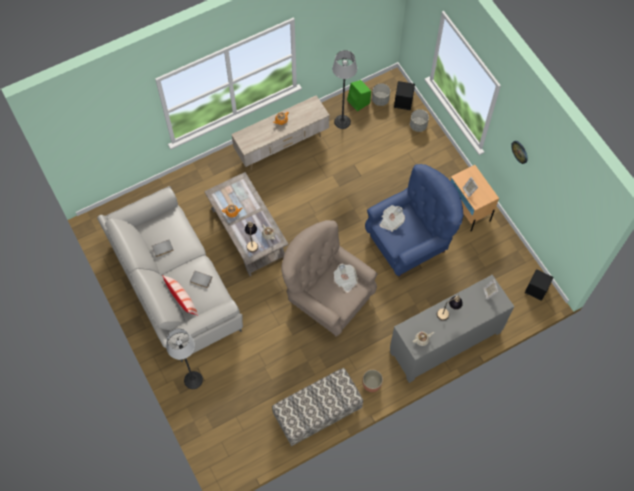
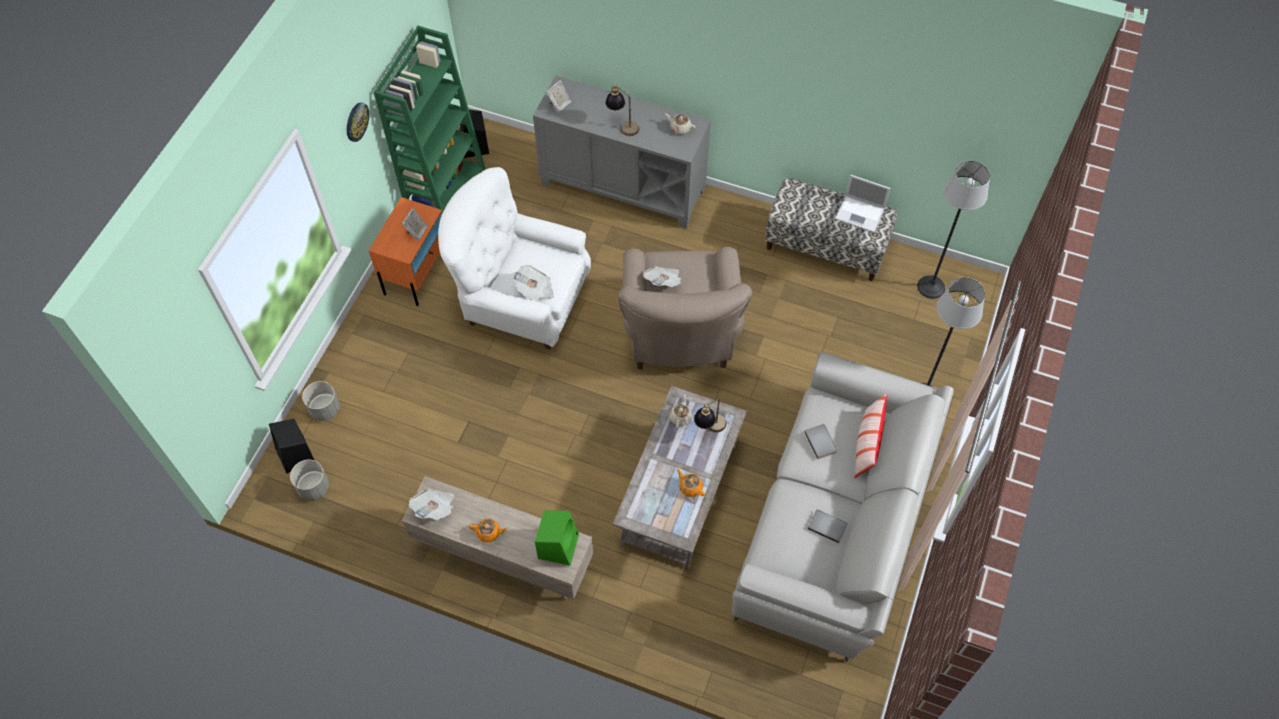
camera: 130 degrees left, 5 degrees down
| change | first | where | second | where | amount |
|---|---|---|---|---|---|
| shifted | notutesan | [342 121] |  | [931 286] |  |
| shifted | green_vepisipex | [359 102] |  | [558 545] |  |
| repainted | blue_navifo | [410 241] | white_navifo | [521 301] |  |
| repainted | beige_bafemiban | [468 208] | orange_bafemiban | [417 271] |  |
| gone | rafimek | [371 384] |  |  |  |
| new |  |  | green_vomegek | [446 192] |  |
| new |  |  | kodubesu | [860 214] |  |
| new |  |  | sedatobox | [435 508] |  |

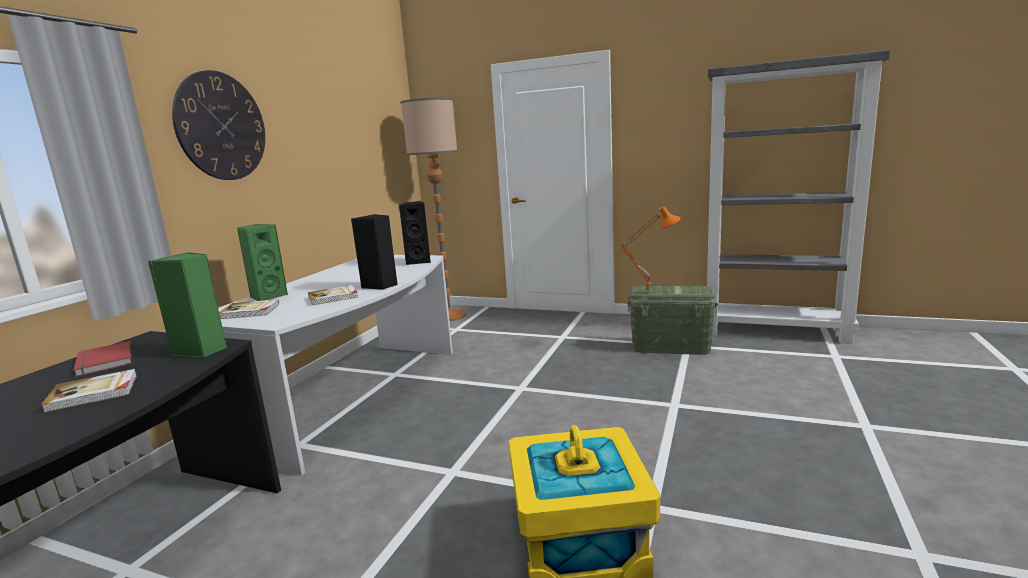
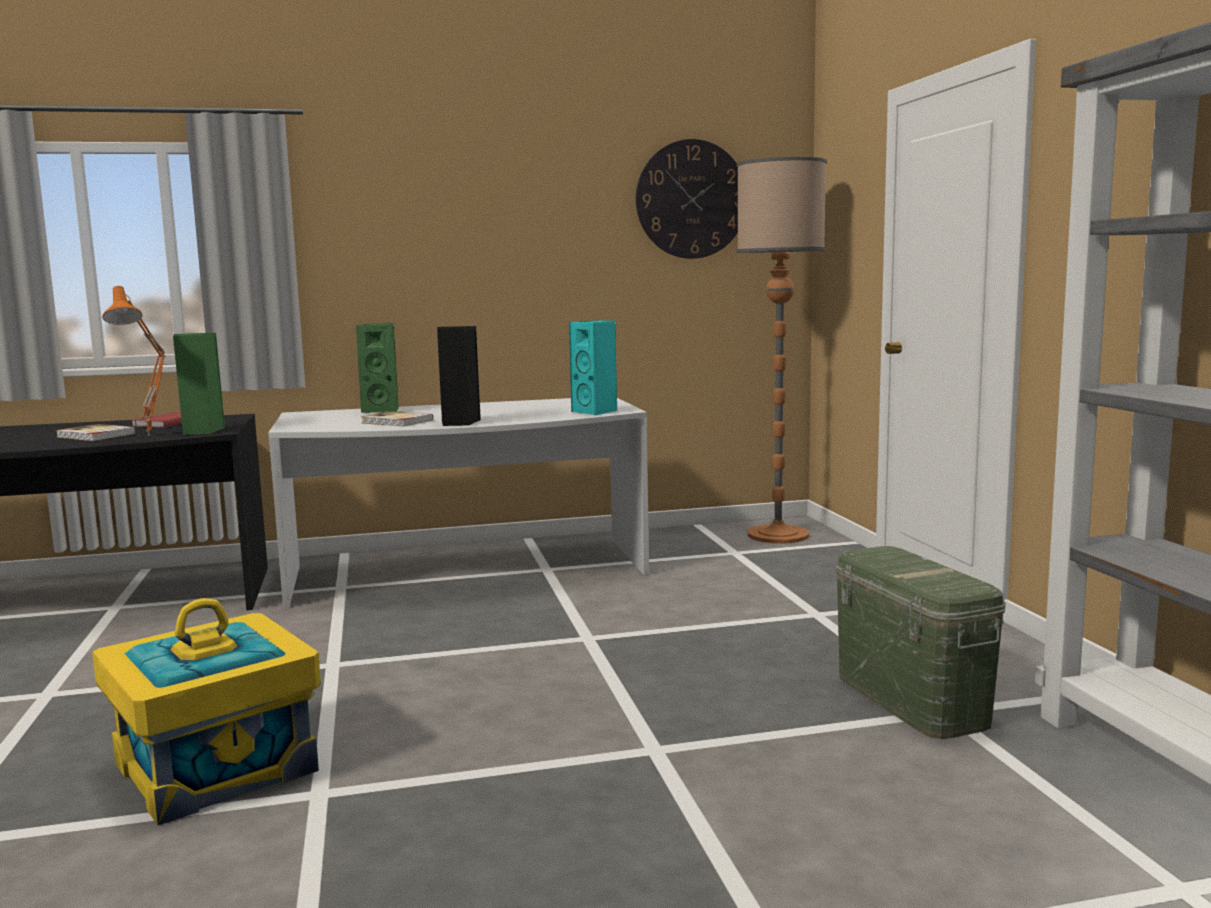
camera: 55 degrees right, 5 degrees down
| change | first | where | second | where | amount |
|---|---|---|---|---|---|
| shifted | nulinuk | [221 126] |  | [691 199] |  |
| repainted | black_vepisipex | [419 261] | turquoise_vepisipex | [596 411] |  |
| shifted | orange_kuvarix | [649 292] |  | [152 435] |  |
| gone | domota | [250 311] |  |  |  |

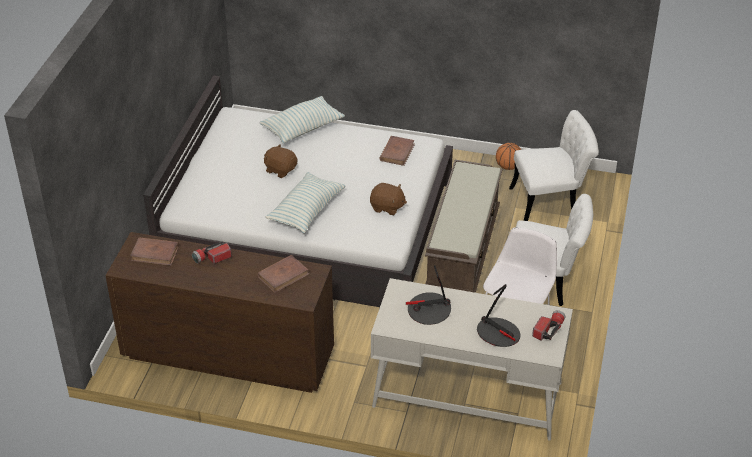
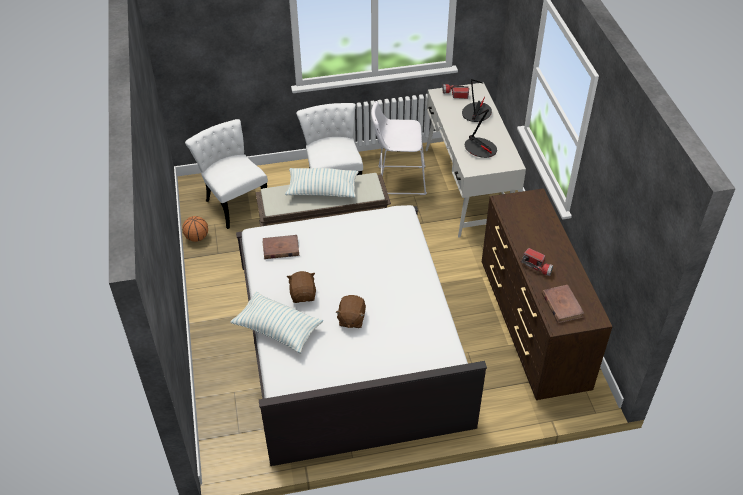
camera: 115 degrees left, 5 degrees up
| change | first | where | second | where | amount |
|---|---|---|---|---|---|
| shifted | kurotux | [306 210] |  | [322 190] |  |
| shifted | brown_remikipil | [387 207] |  | [303 294] |  |
| gone | brown_domota | [283 275] |  |  |  |

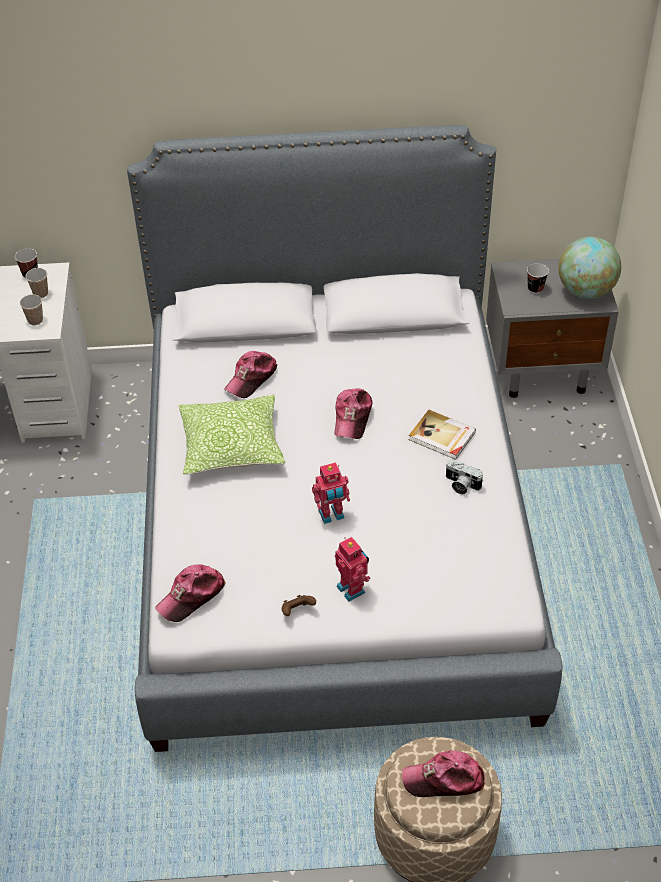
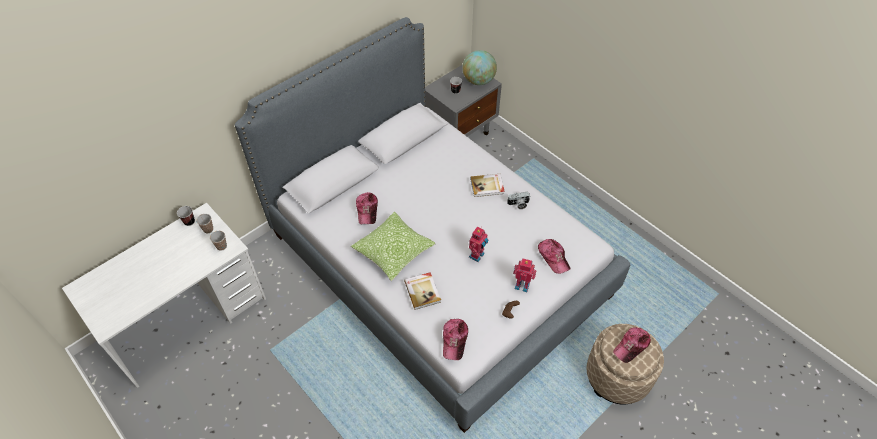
camera: 40 degrees left, 5 degrees up
| change | first | where | second | where | amount |
|---|---|---|---|---|---|
| shifted | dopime | [352 417] |  | [553 257] |  |
| new |  |  | domota | [423 291] |  |

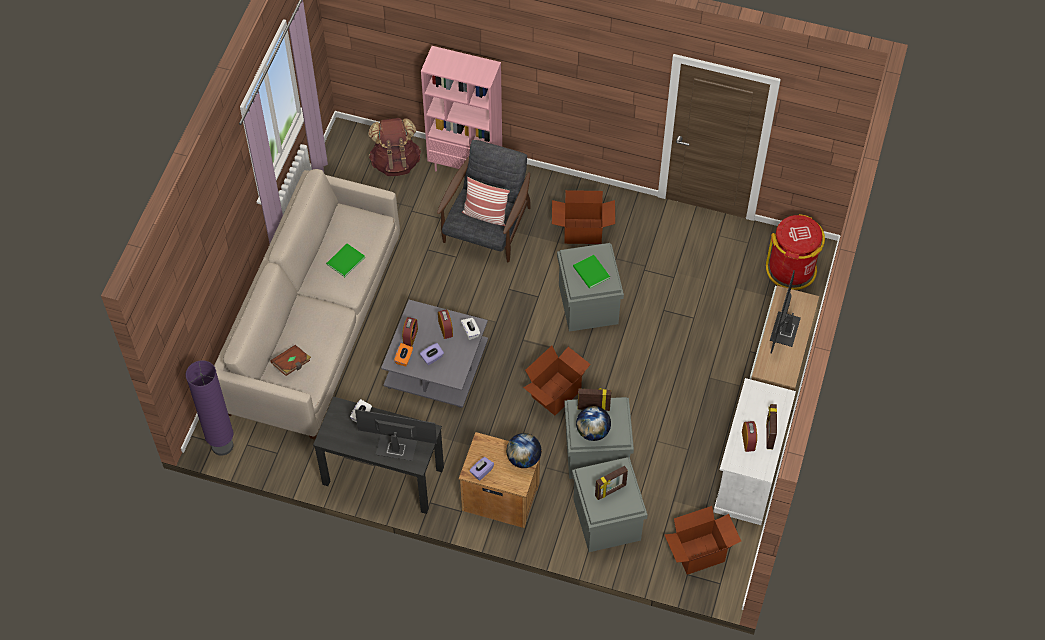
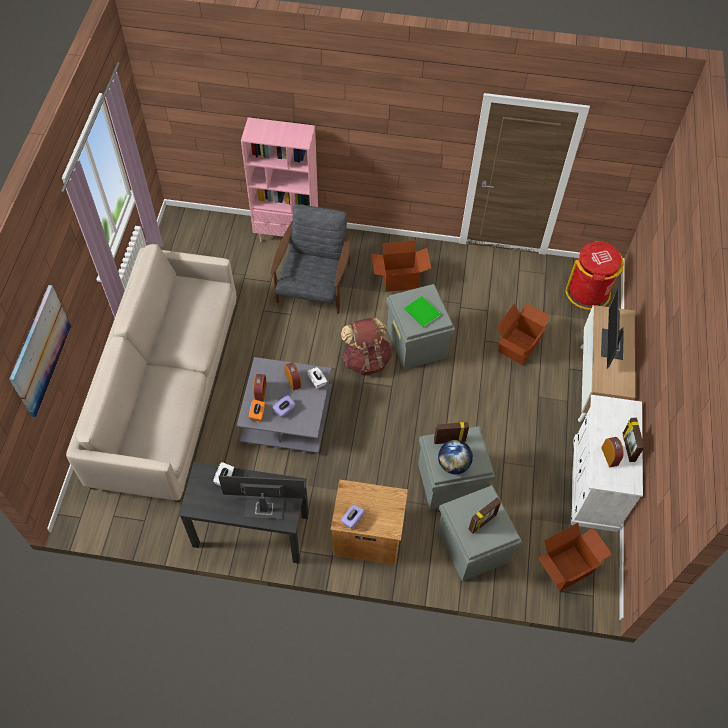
camera: 10 degrees left, 0 degrees up
| change | first | where | second | where | amount |
|---|---|---|---|---|---|
| shifted | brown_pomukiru | [395 162] |  | [366 359] |  |
| gone | kurotux | [485 215] |  |  |  |
| gone | green_domota | [344 261] |  |  |  |
| gone | brown_domota | [292 364] |  |  |  |
| shifted | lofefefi | [555 393] |  | [518 346] |  |
| gone | purple_notutesan | [222 445] |  |  |  |
| gone | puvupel | [524 458] |  |  |  |
| new |  |  | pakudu | [39 350] |  |

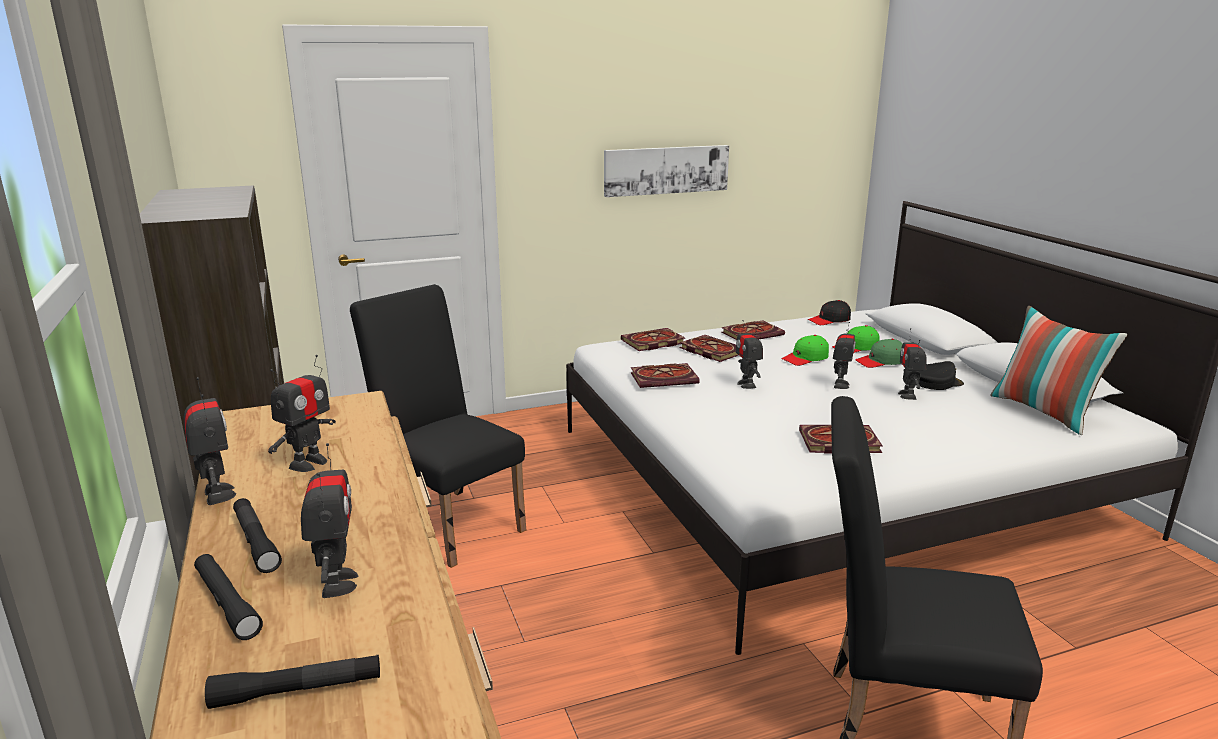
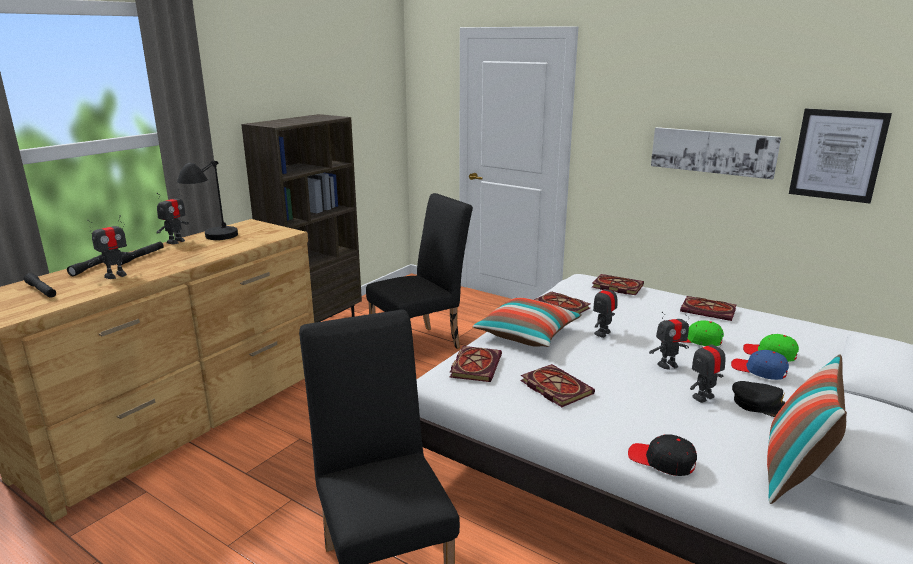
camera: 55 degrees right, 0 degrees up
| change | first | where | second | where | amount |
|---|---|---|---|---|---|
| rotated | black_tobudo | [450 521] |  | [421 345] | 45 degrees clockwise |
| shifted | black_dopime | [829 320] |  | [661 461] |  |
| shifted | domota | [710 350] |  | [475 365] |  |
| repainted | green_dopime | [880 361] | blue_dopime | [759 370] |  |
| swapped | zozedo | [308 463] | black_kuvarix | [214 244] |  |
| new |  |  | pakudu | [837 155] |  |
| new |  |  | kurotux | [527 334] |  |

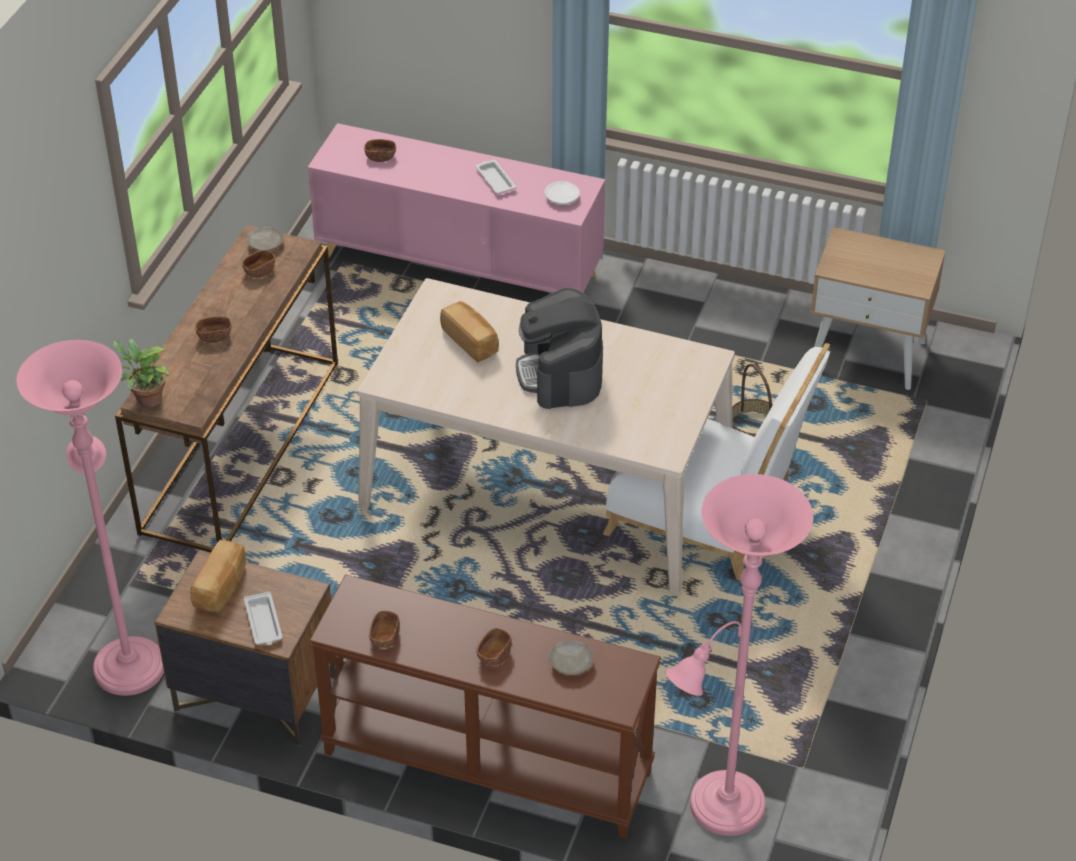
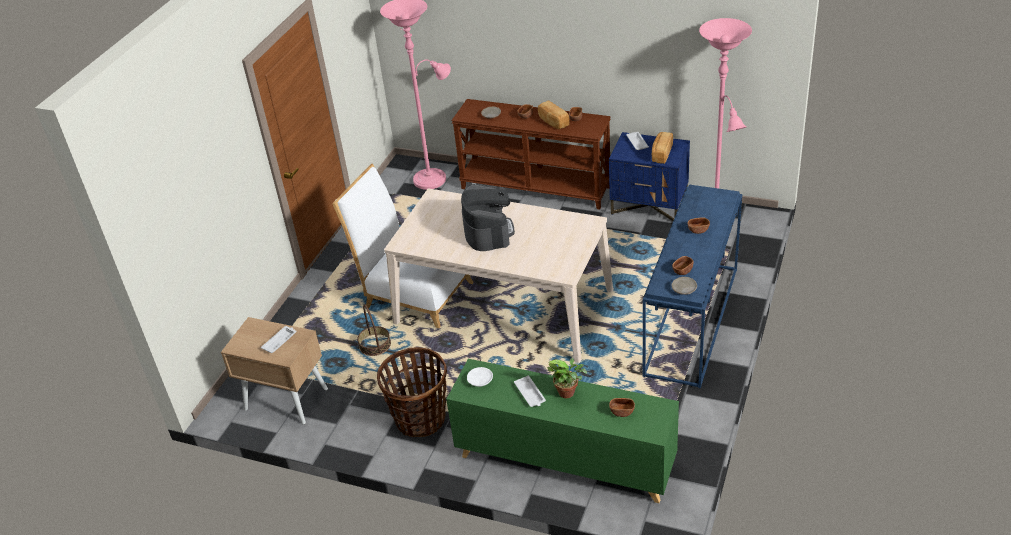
camera: 175 degrees left, 5 degrees down
| change | first | where | second | where | amount |
|---|---|---|---|---|---|
| repainted | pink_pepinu | [459 265] | green_pepinu | [564 460] |  |
| repainted | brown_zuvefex | [240 444] | blue_zuvefex | [693 322] |  |
| shifted | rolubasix | [471 341] |  | [553 122] |  |
| shifted | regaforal | [146 399] |  | [568 392] |  |
| repainted | brown_bafemiban | [254 693] | blue_bafemiban | [649 206] |  |
| new |  |  | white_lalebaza | [280 341] |  |
| new |  |  | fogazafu | [420 419] |  |

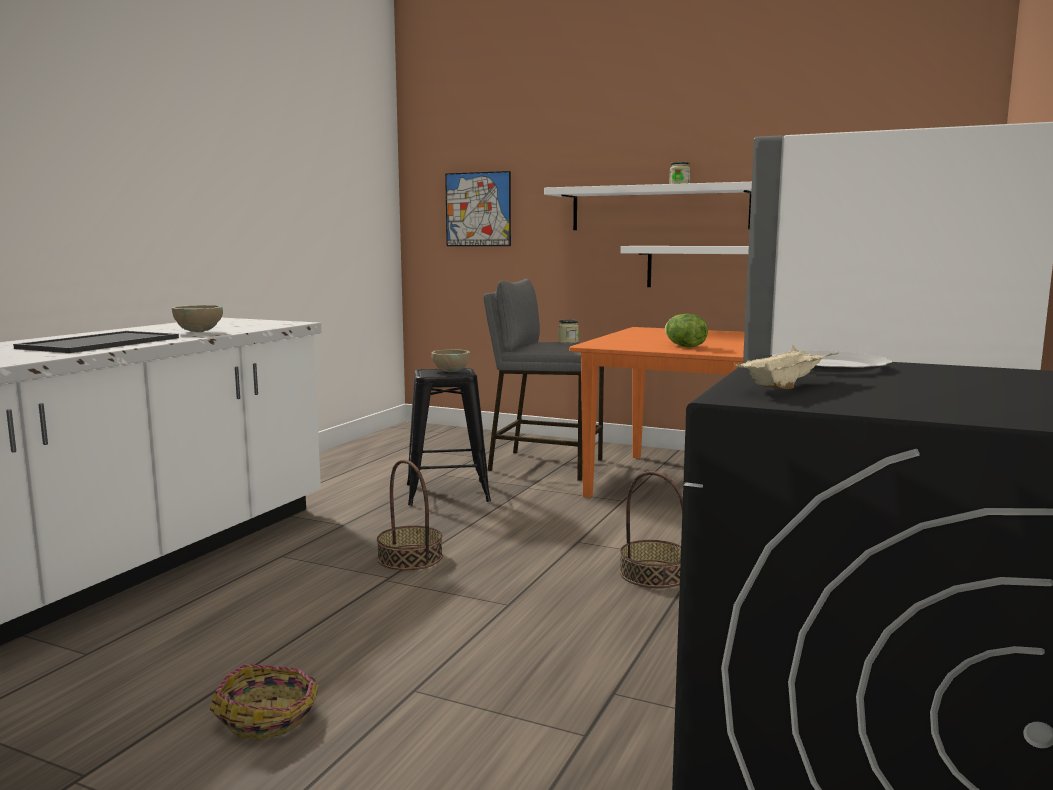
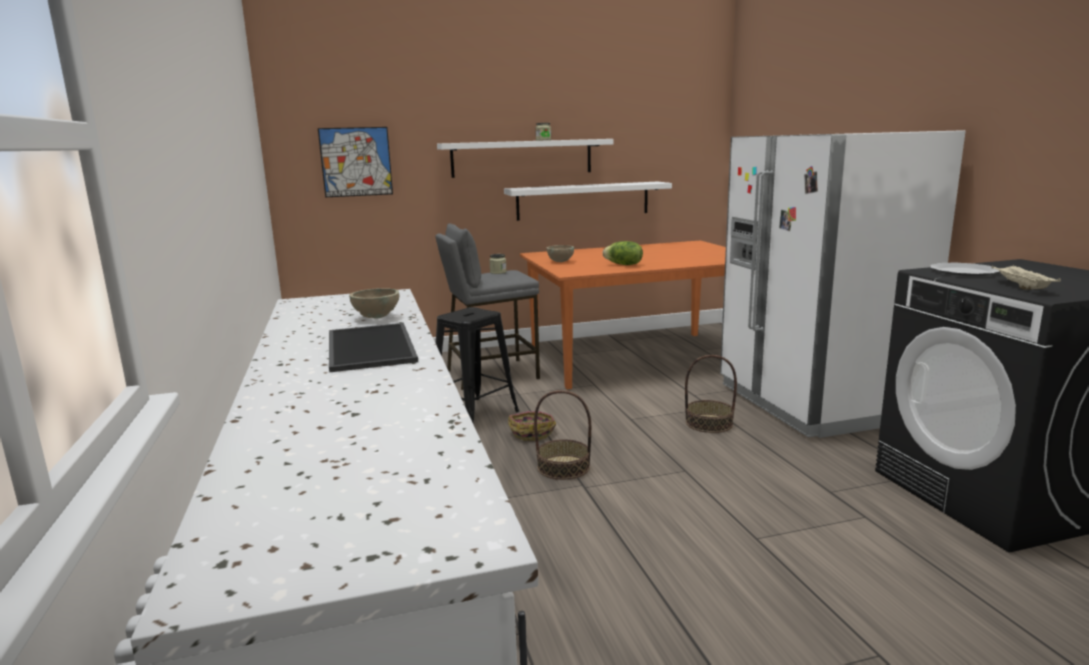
camera: 40 degrees left, 5 degrees up
| change | first | where | second | where | amount |
|---|---|---|---|---|---|
| shifted | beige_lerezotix | [450 372] |  | [560 262] |  |
| shifted | fogazafu | [269 716] |  | [532 432] |  |

